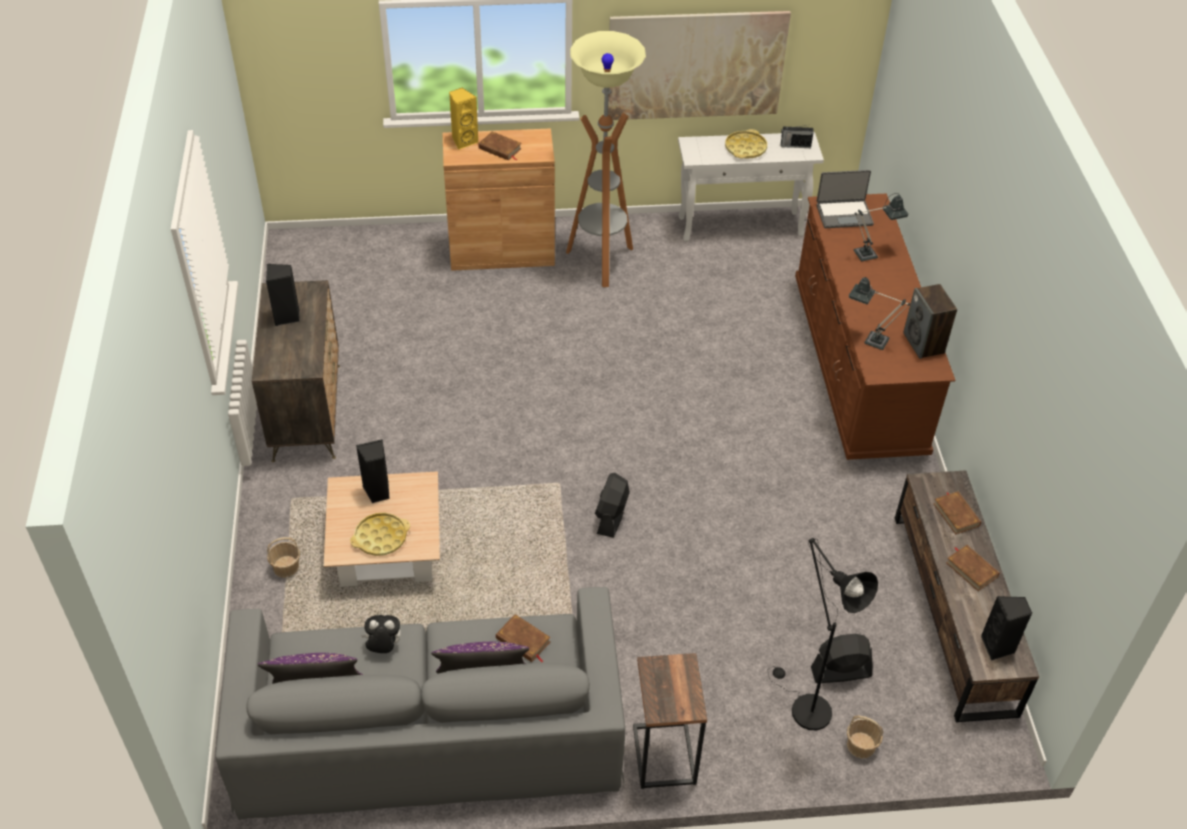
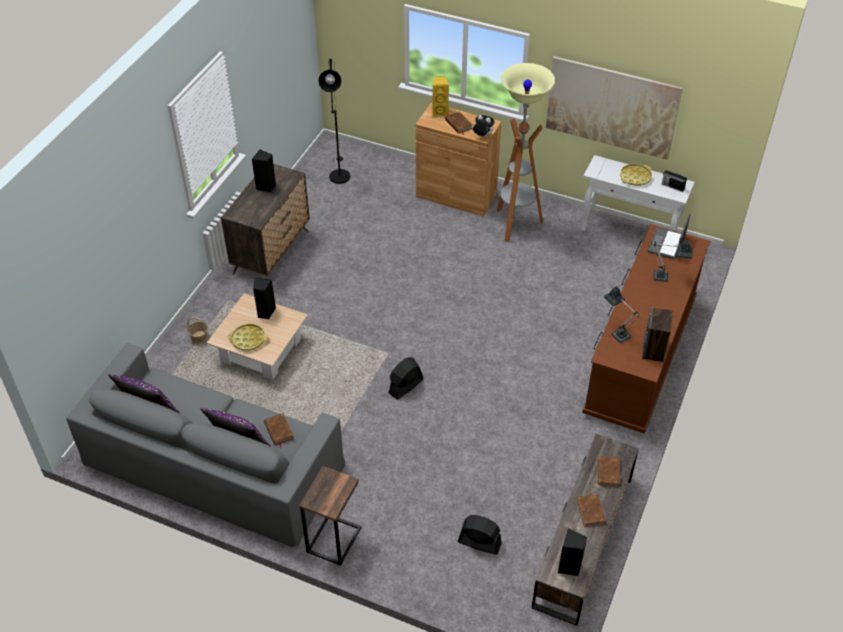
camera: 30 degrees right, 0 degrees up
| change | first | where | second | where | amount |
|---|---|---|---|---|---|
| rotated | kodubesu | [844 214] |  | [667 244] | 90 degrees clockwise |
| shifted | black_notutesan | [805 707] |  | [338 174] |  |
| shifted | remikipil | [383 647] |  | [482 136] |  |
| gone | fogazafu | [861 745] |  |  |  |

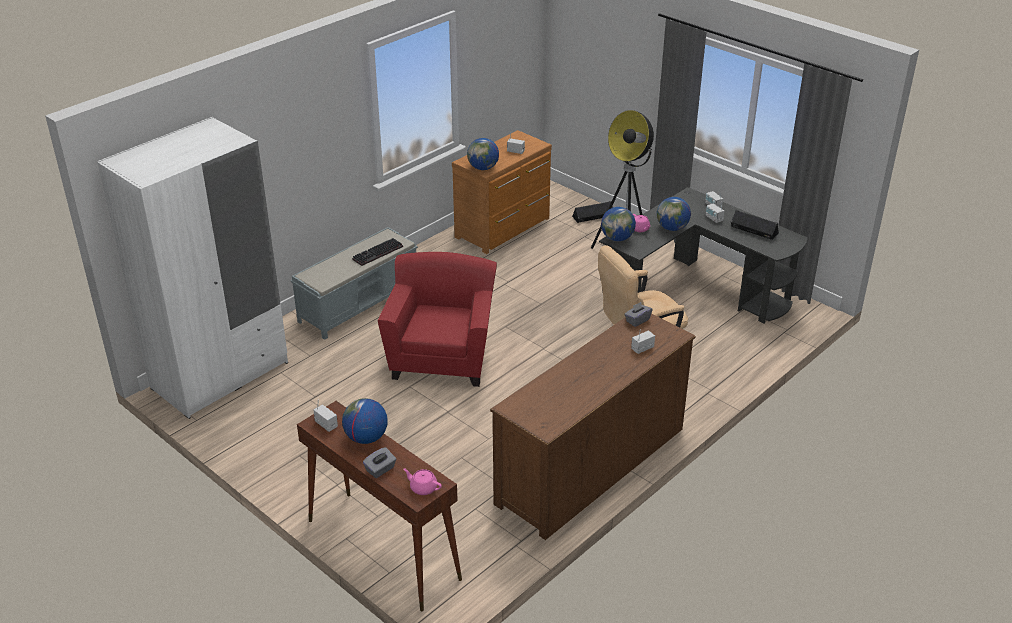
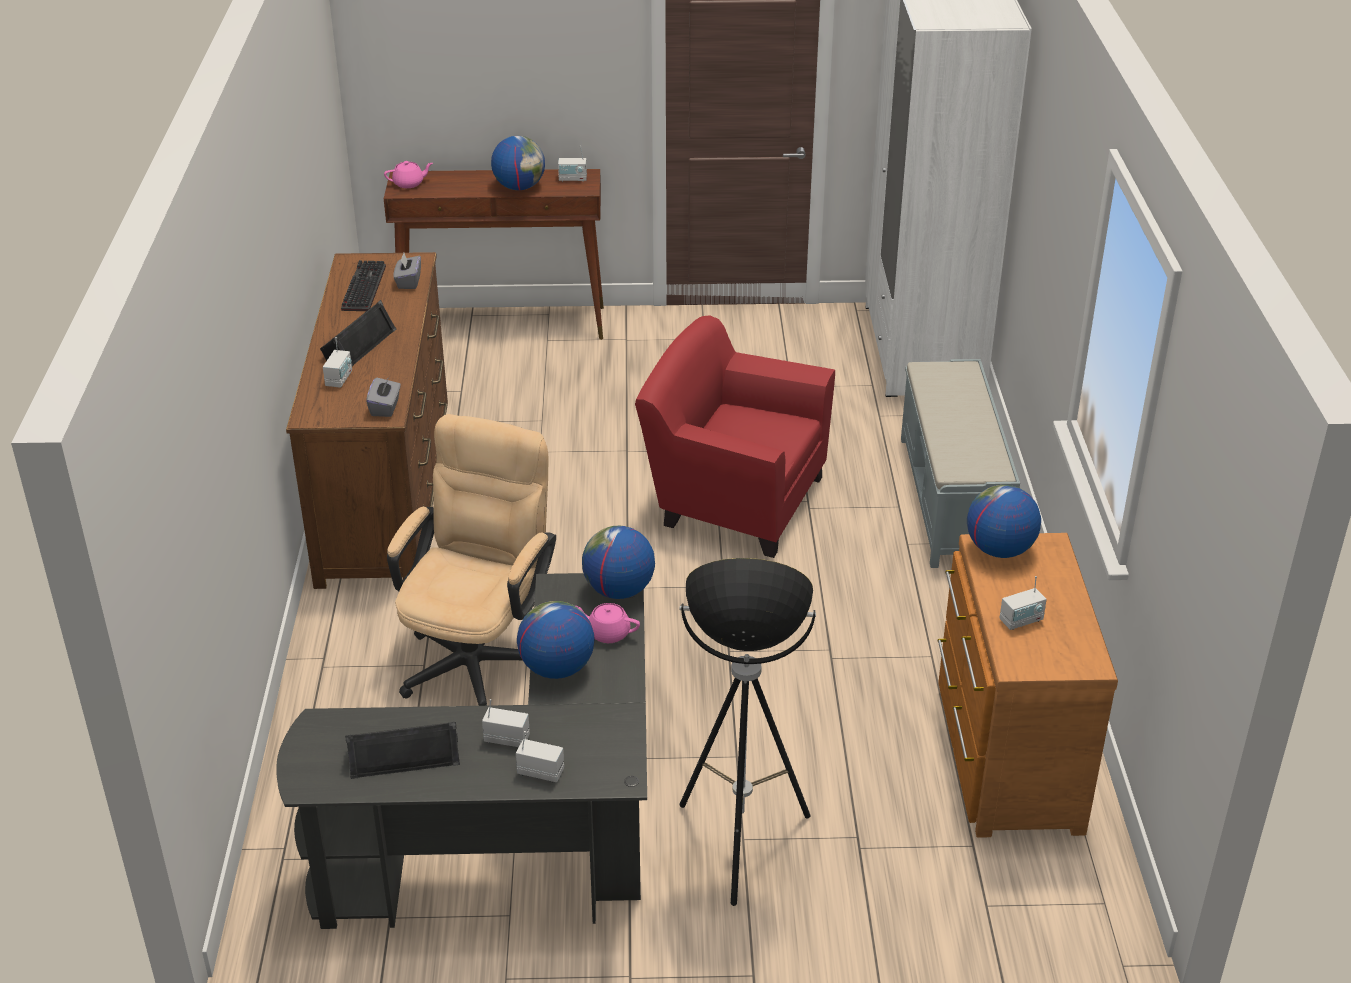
camera: 135 degrees right, 0 degrees up
| change | first | where | second | where | amount |
|---|---|---|---|---|---|
| shifted | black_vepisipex | [593 217] |  | [358 344] |  |
| shifted | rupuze | [377 254] |  | [362 287] |  |
| rotated | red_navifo | [442 357] |  | [733 500] | 150 degrees clockwise |
| shifted | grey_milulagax | [380 469] |  | [408 282] |  |

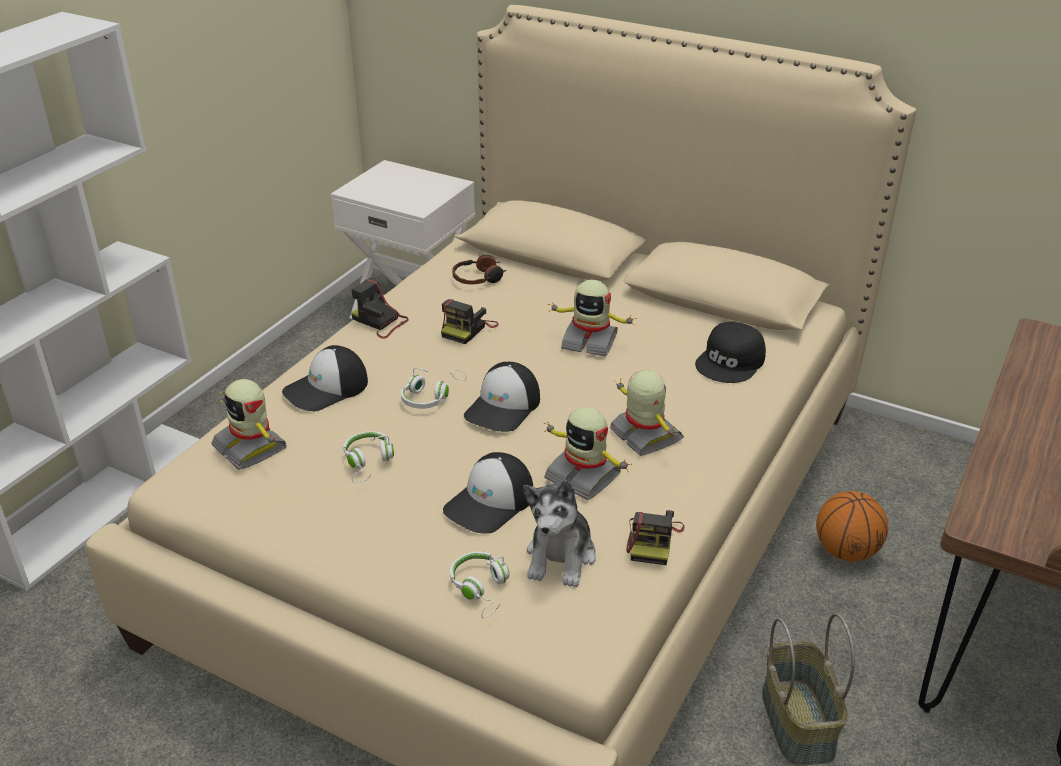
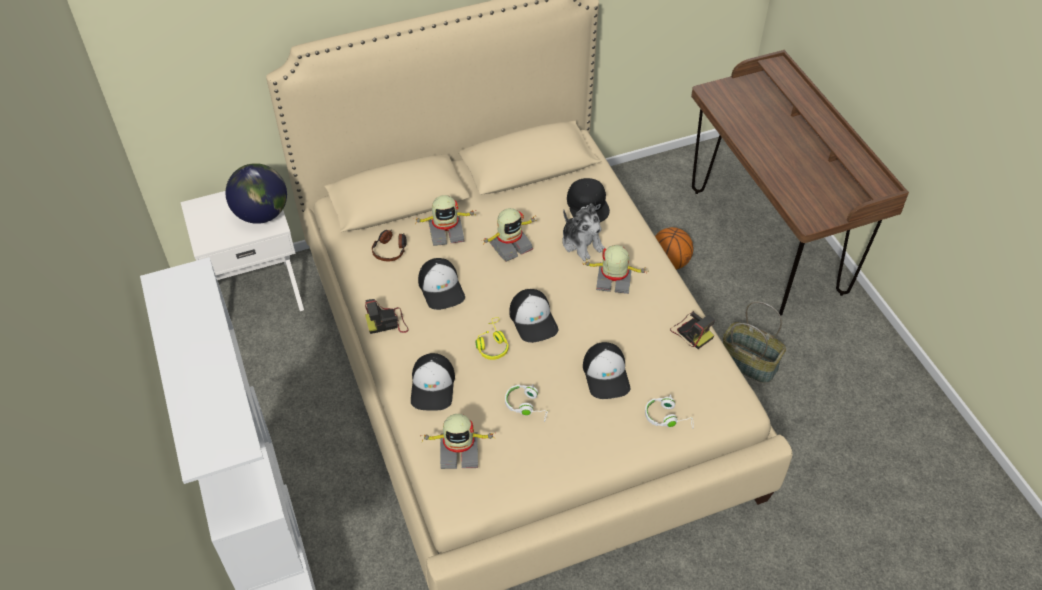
camera: 50 degrees left, 15 degrees up
| change | first | where | second | where | amount |
|---|---|---|---|---|---|
| swapped | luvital | [468 329] | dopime | [441 288] |  |
| repainted | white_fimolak | [431 396] | yellow_fimolak | [492 344] |  |
| shifted | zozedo | [583 476] |  | [446 232] |  |
| shifted | remikipil | [561 557] |  | [582 243] |  |
| new |  |  | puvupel | [262 214] |  |

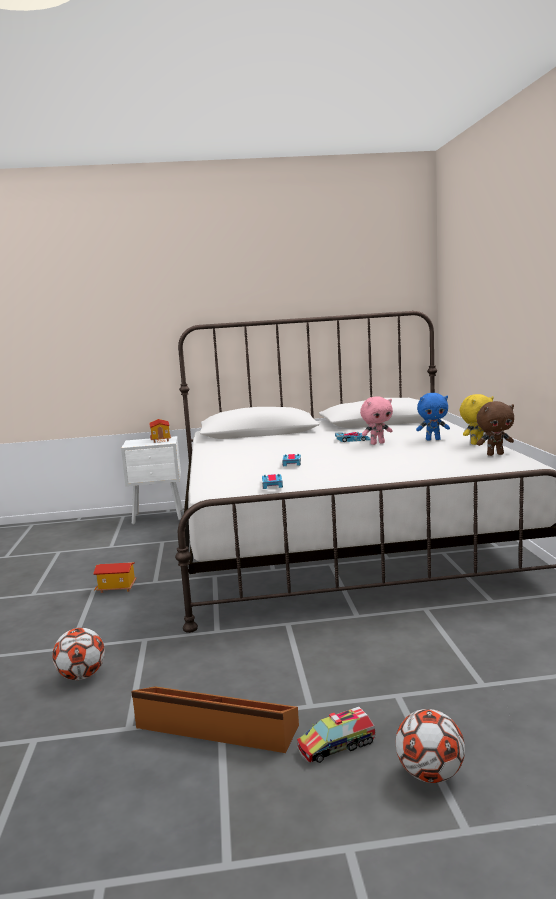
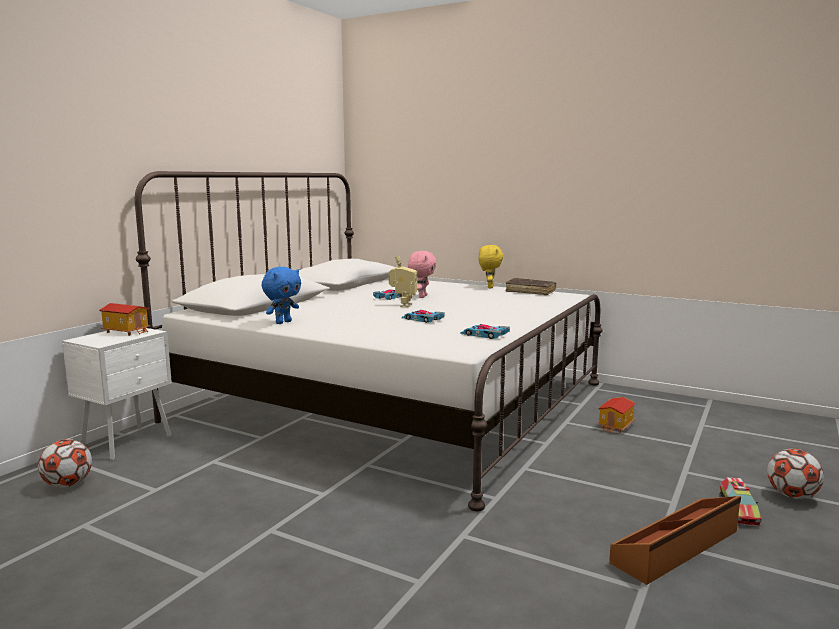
camera: 55 degrees left, 0 degrees up
| change | first | where | second | where | amount |
|---|---|---|---|---|---|
| shifted | blue_remikipil | [433 439] |  | [283 322] |  |
| swapped | brown_remikipil | [495 454] | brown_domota | [530 291] |  |
| shifted | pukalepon | [116 588] |  | [616 426] |  |
| shifted | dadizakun | [82 676] |  | [68 484] |  |
| new |  |  | zozedo | [402 305] |  |

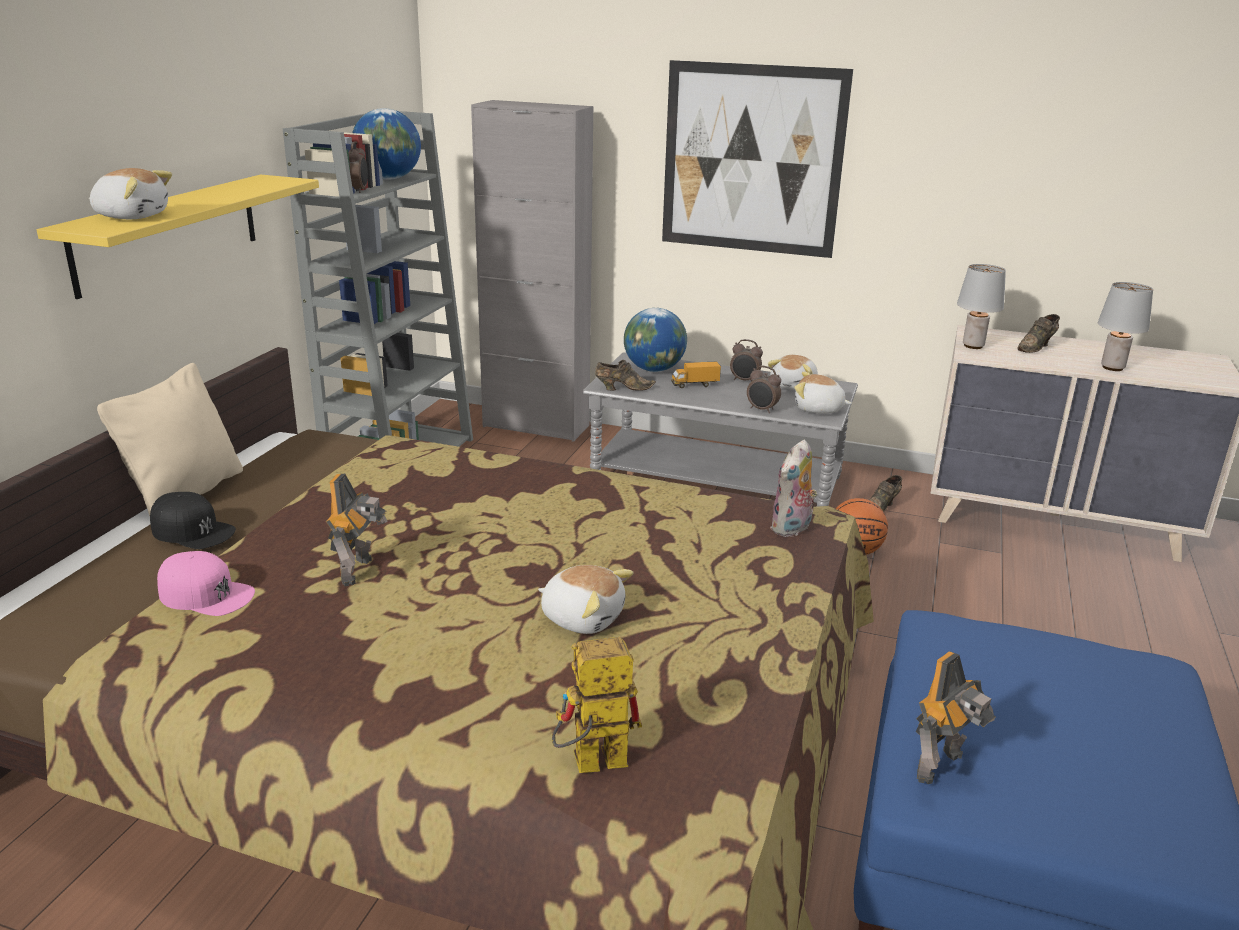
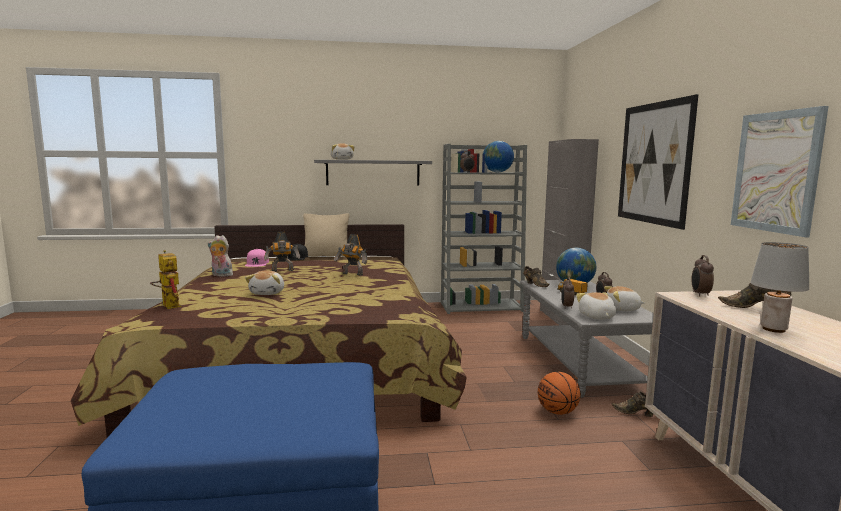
camera: 65 degrees right, 15 degrees down
| change | first | where | second | where | amount |
|---|---|---|---|---|---|
| repainted | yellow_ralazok | [168 232] | grey_ralazok | [373 172] |  |
| swapped | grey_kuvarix | [973 346] | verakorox | [700 294] |  |
| shifted | remikipil | [792 529] |  | [221 275] |  |
| shifted | zozedo | [942 767] |  | [352 274] |  |
| new |  |  | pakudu | [776 172] |  |

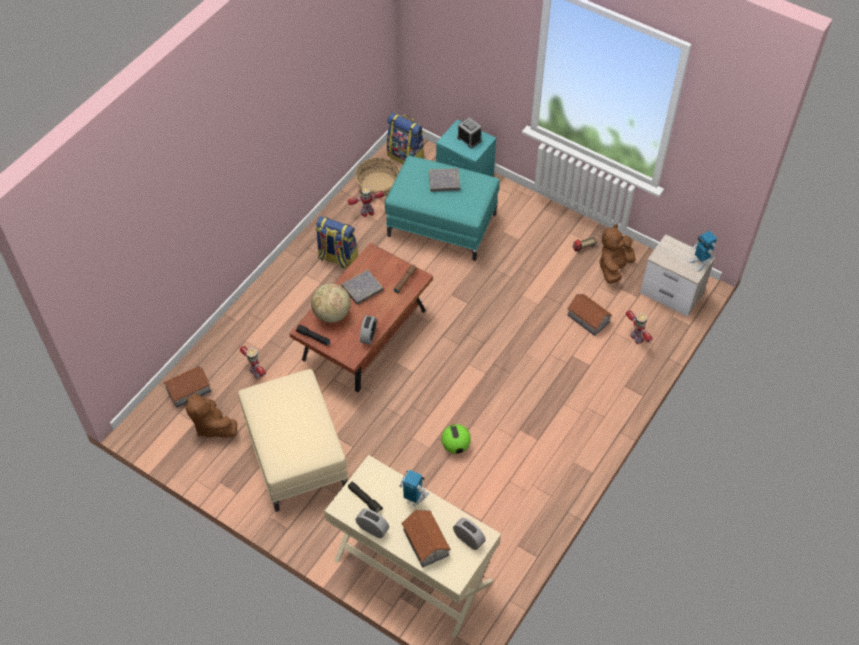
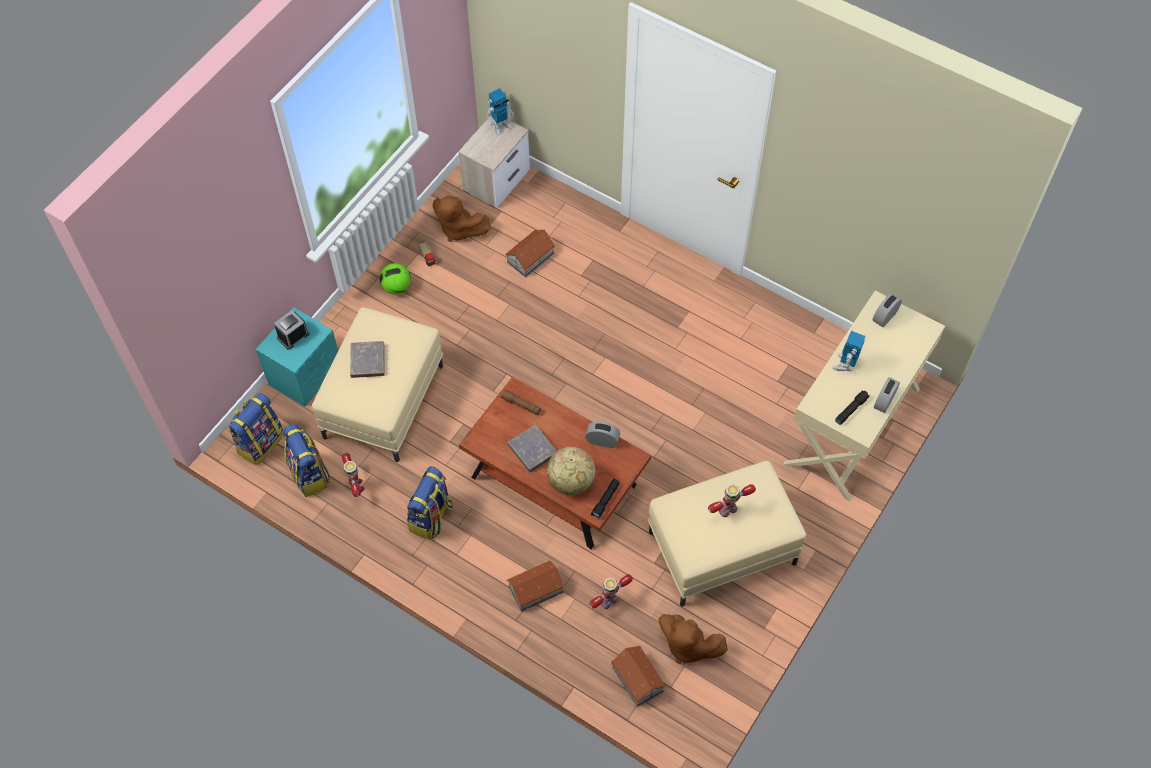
camera: 90 degrees left, 5 degrees up
| change | first | where | second | where | amount |
|---|---|---|---|---|---|
| repainted | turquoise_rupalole | [442 224] | beige_rupalole | [383 400] |  |
| swapped | fogazafu | [378 185] | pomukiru | [310 474] |  |
| shifted | zozedo | [637 338] |  | [728 510] |  |
| rotated | brown_remikipil | [212 425] |  | [687 645] | 75 degrees clockwise |
| shifted | dadizakun | [455 446] |  | [396 287] |  |
| shifted | pukalepon | [425 543] |  | [536 589] |  |

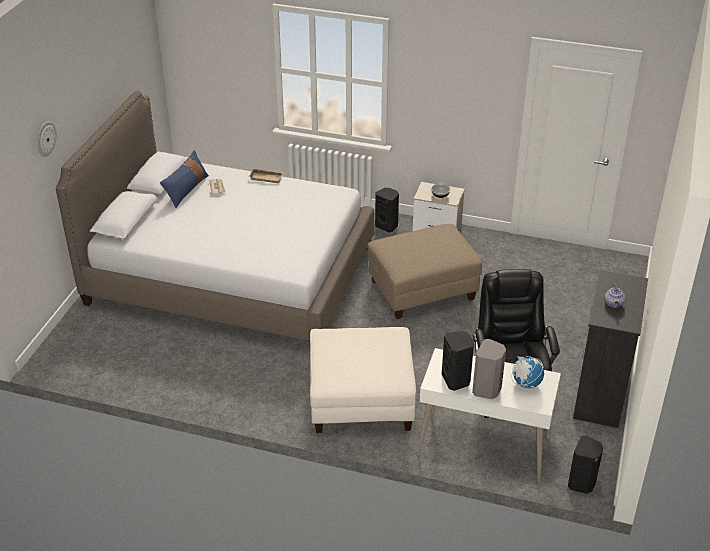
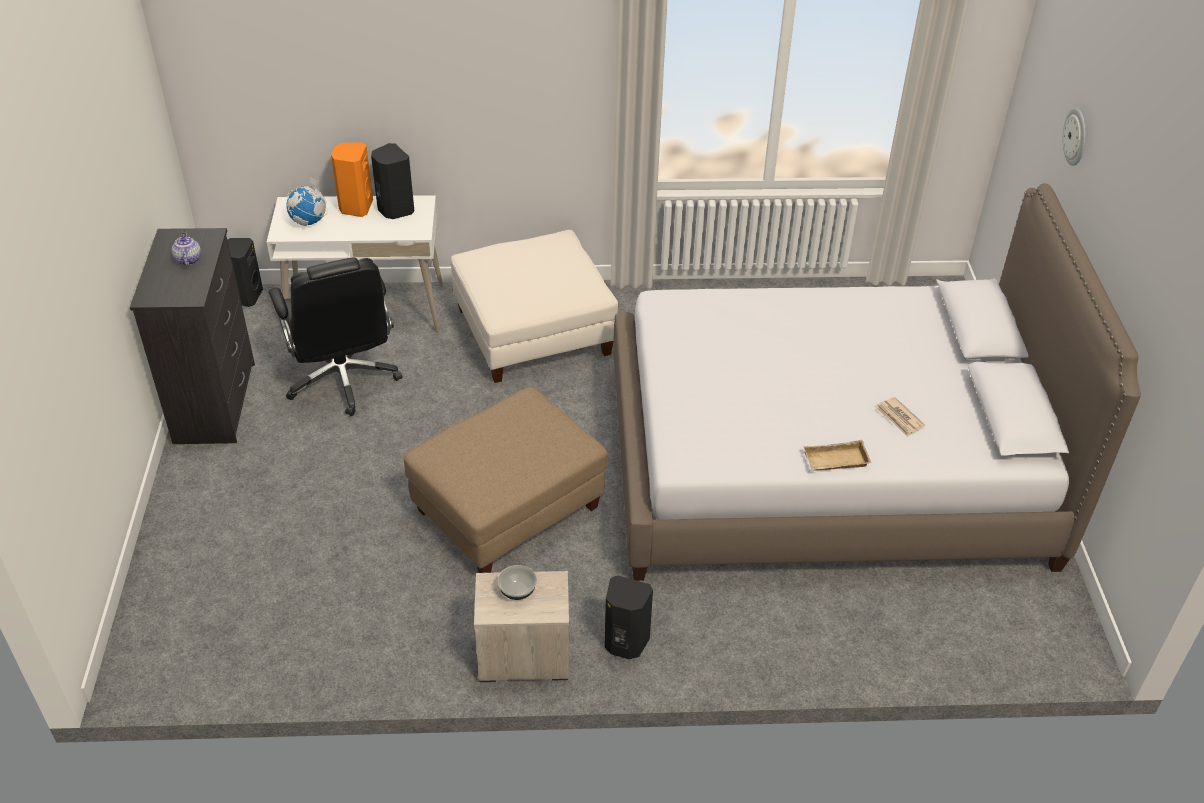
camera: 160 degrees right, 5 degrees up
| change | first | where | second | where | amount |
|---|---|---|---|---|---|
| gone | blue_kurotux | [186 190] |  |  |  |
| repainted | grey_vepisipex | [487 390] | orange_vepisipex | [355 207] |  |

